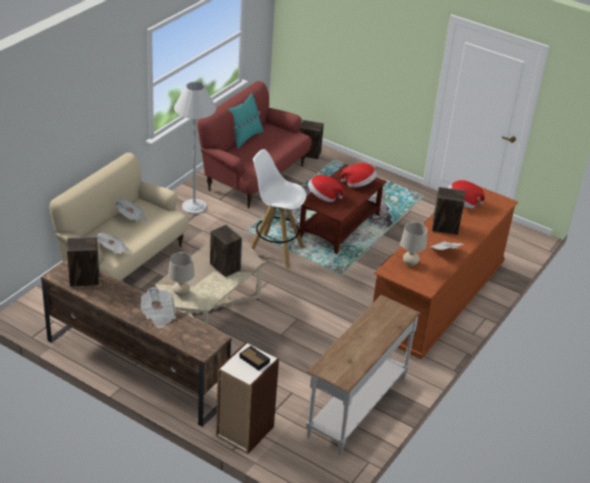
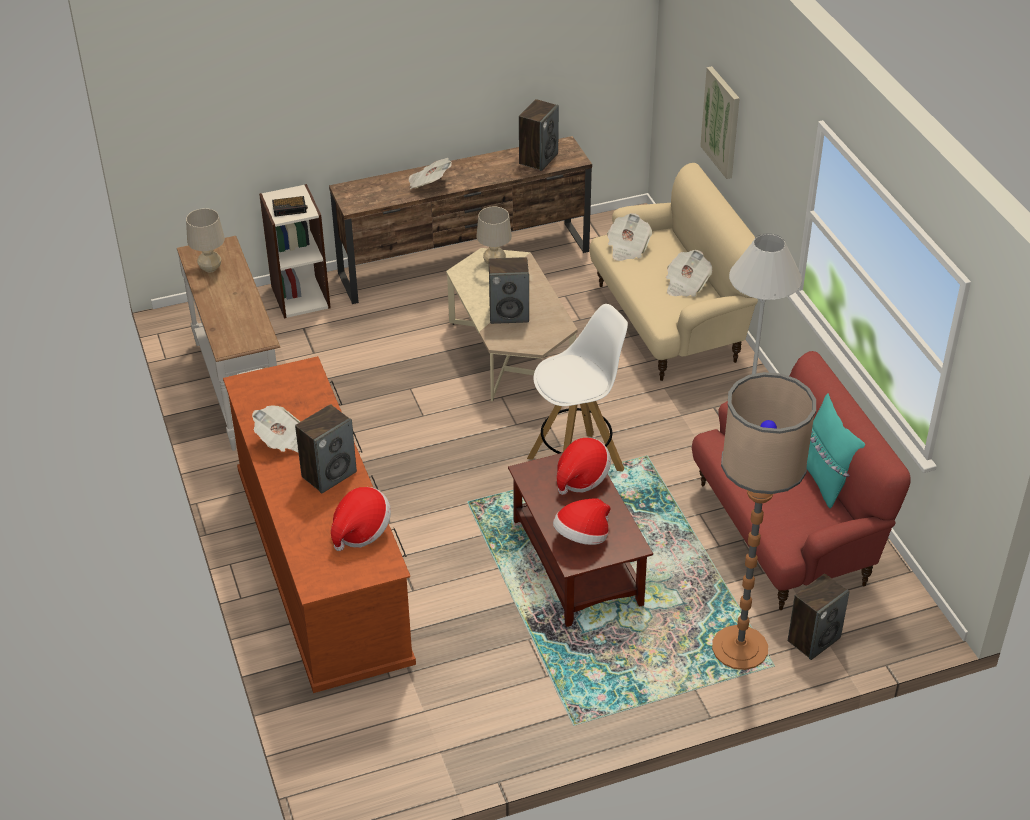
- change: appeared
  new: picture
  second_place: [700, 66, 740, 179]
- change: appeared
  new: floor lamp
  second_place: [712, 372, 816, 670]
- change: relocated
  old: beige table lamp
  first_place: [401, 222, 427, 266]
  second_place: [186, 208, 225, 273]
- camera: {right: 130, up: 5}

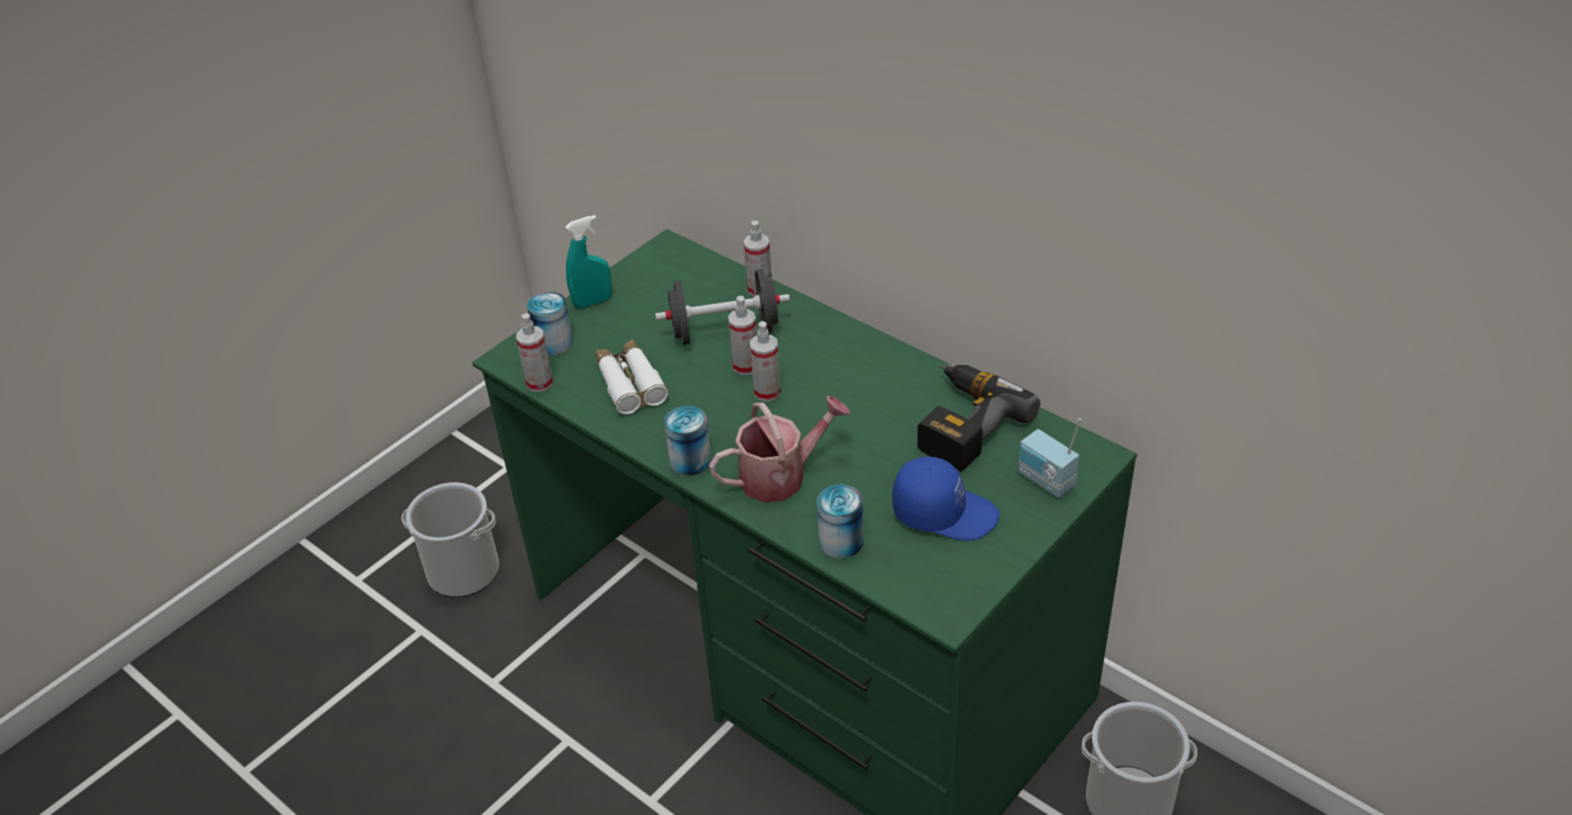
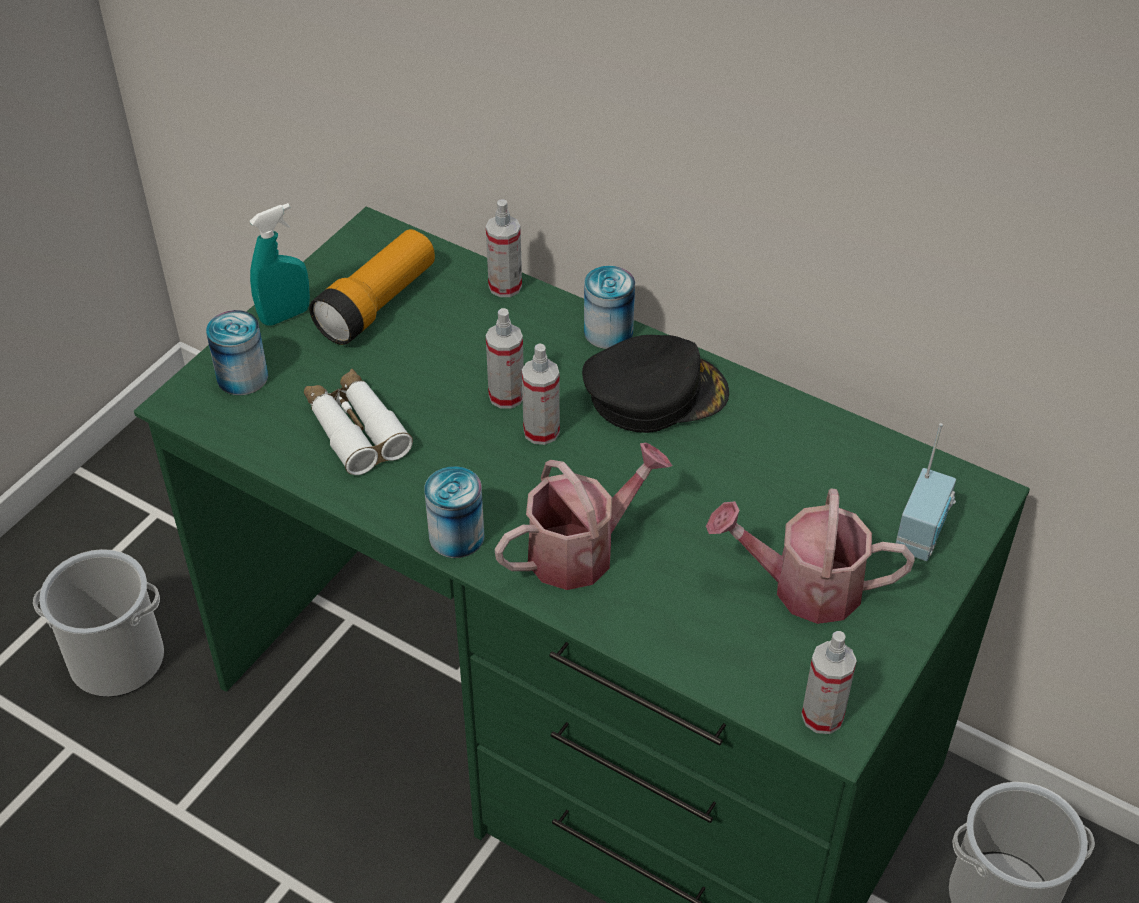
- change: missing
  old: black dumbbell
  first_place: [655, 269, 790, 345]
- change: missing
  old: power drill
  first_place: [917, 365, 1040, 471]
- change: appeared
  new: flashlight
  second_place: [309, 229, 435, 345]
- change: appeared
  new: black cap
  second_place: [582, 335, 729, 433]
- change: relocated
  old: spray bottle
  first_place: [516, 313, 553, 392]
  second_place: [801, 631, 857, 734]
- change: relocated
  old: can
  first_place: [817, 485, 863, 559]
  second_place: [584, 266, 635, 349]
- change: exchanged
  old: blue cap
  new: watering can
  first_place: [892, 456, 999, 541]
  second_place: [706, 488, 914, 624]
- change: spun
  old: radio
  first_place: [1018, 418, 1082, 498]
  second_place: [896, 423, 956, 561]
  degrees: -105
- camera: {right: -10, up: 5}

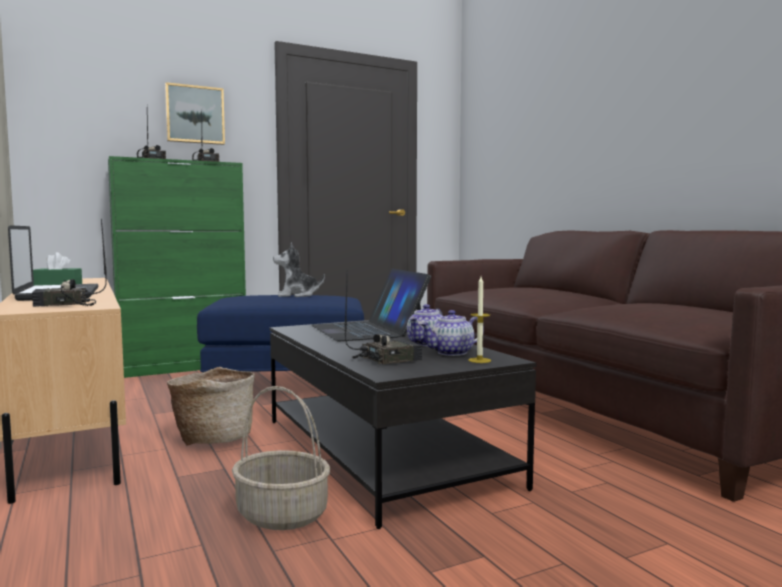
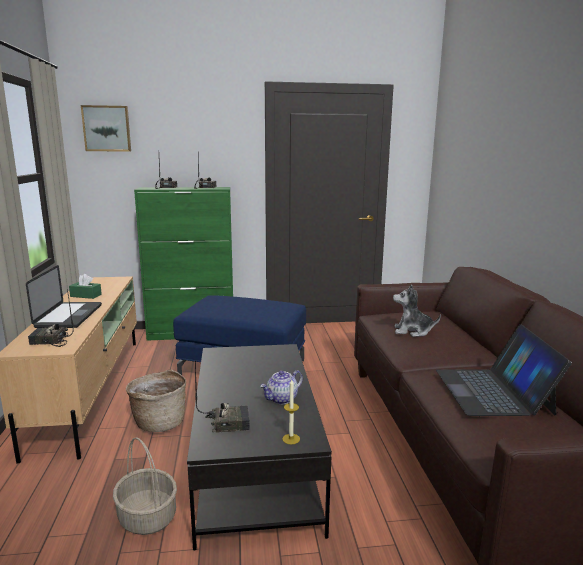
- change: missing
  old: teapot
  first_place: [419, 310, 484, 356]
- change: relocated
  old: picture
  first_place: [165, 82, 225, 145]
  second_place: [81, 105, 131, 152]
- change: relocated
  old: plush toy
  first_place: [273, 243, 325, 297]
  second_place: [393, 285, 441, 337]
- change: relocated
  old: laptop
  first_place: [311, 269, 431, 341]
  second_place: [436, 324, 572, 416]
- camera: {right: 20, up: 10}

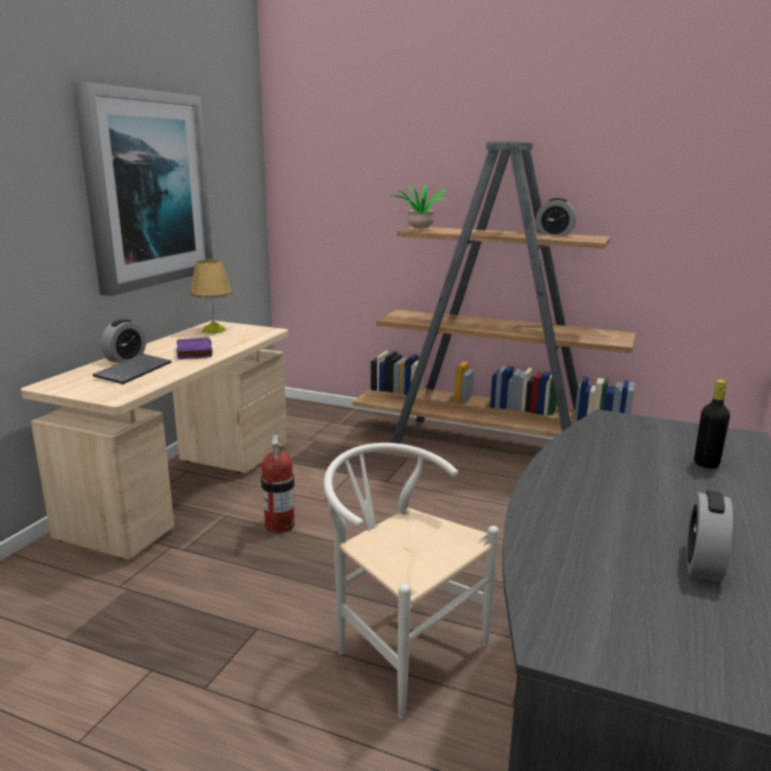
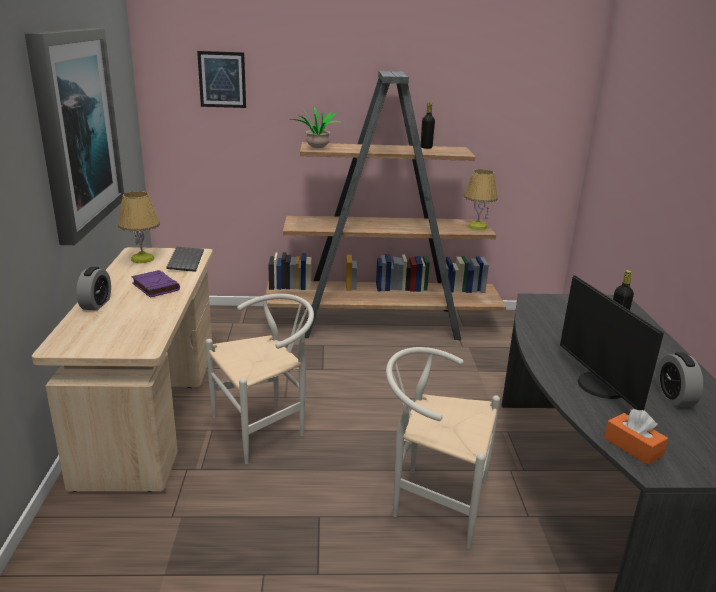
- change: appeared
  new: picture
  second_place: [197, 51, 246, 108]
- change: appeared
  new: table lamp
  second_place: [464, 169, 498, 230]
- change: appeared
  new: monitor
  second_place: [560, 275, 664, 410]
- change: appeared
  new: orange tissue box
  second_place: [604, 409, 669, 465]
- change: relocated
  old: keyboard
  first_place: [93, 354, 171, 384]
  second_place: [166, 247, 204, 272]
- change: exchanged
  old: fire extinguisher
  new: white chair
  first_place: [261, 431, 295, 533]
  second_place: [206, 294, 314, 464]
- change: exchanged
  old: alarm clock
  new: black bottle
  first_place: [536, 198, 576, 236]
  second_place: [421, 103, 435, 149]
- camera: {right: -25, up: 5}

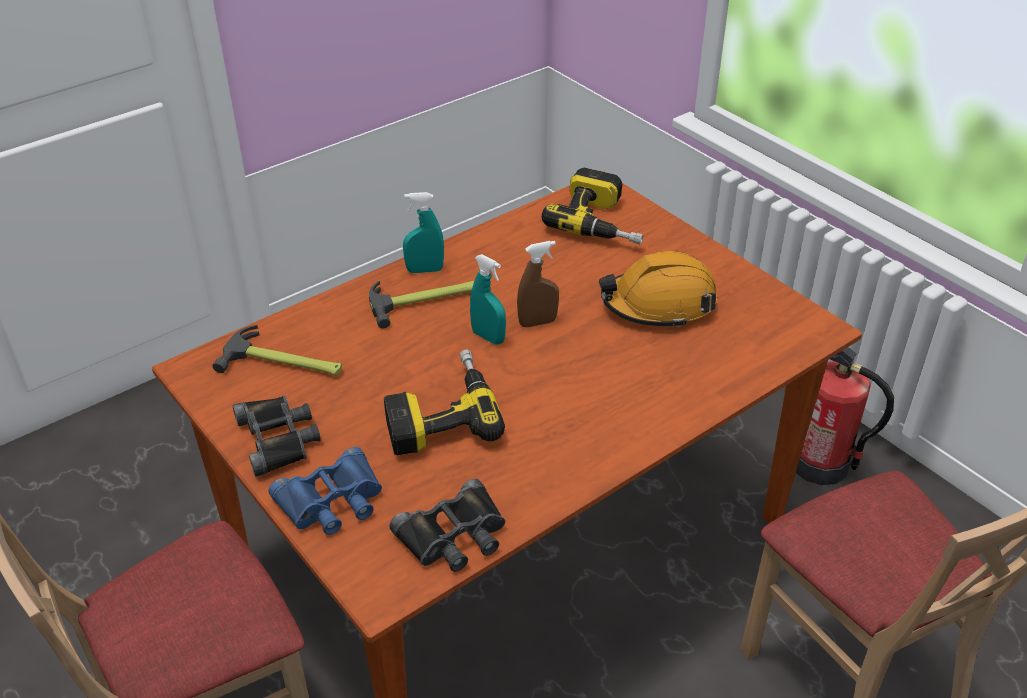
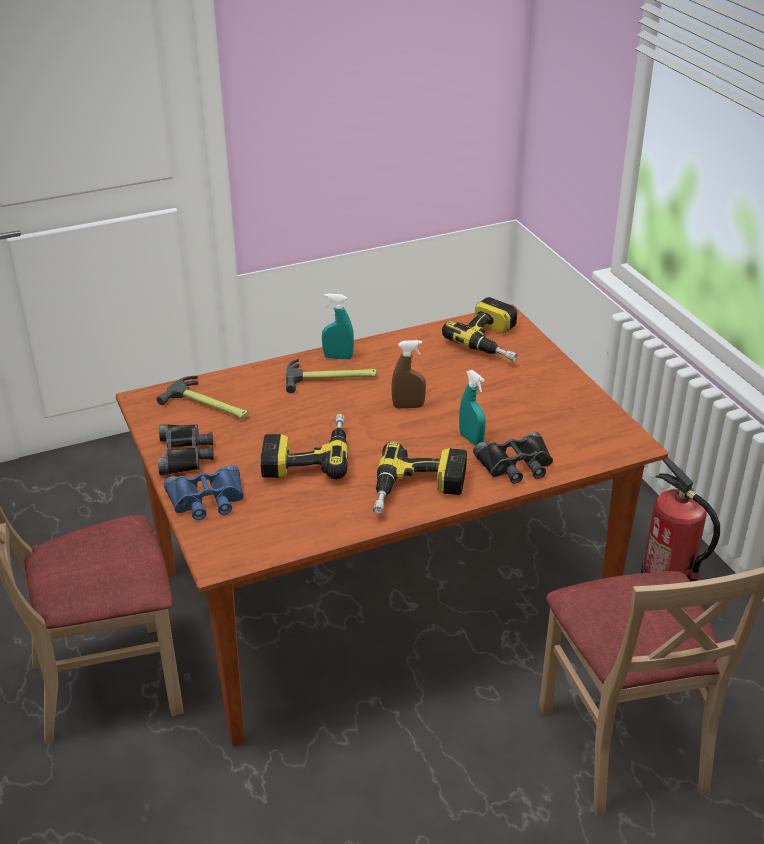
- change: missing
  old: orange hard hat
  first_place: [599, 251, 717, 329]
- change: appeared
  new: power drill
  second_place: [373, 441, 467, 514]
- change: relocated
  old: black binoculars
  first_place: [389, 479, 505, 572]
  second_place: [473, 432, 553, 484]
- change: relocated
  old: turquoise spray bottle
  first_place: [470, 254, 506, 344]
  second_place: [459, 370, 486, 445]
- camera: {right: 15, up: -5}

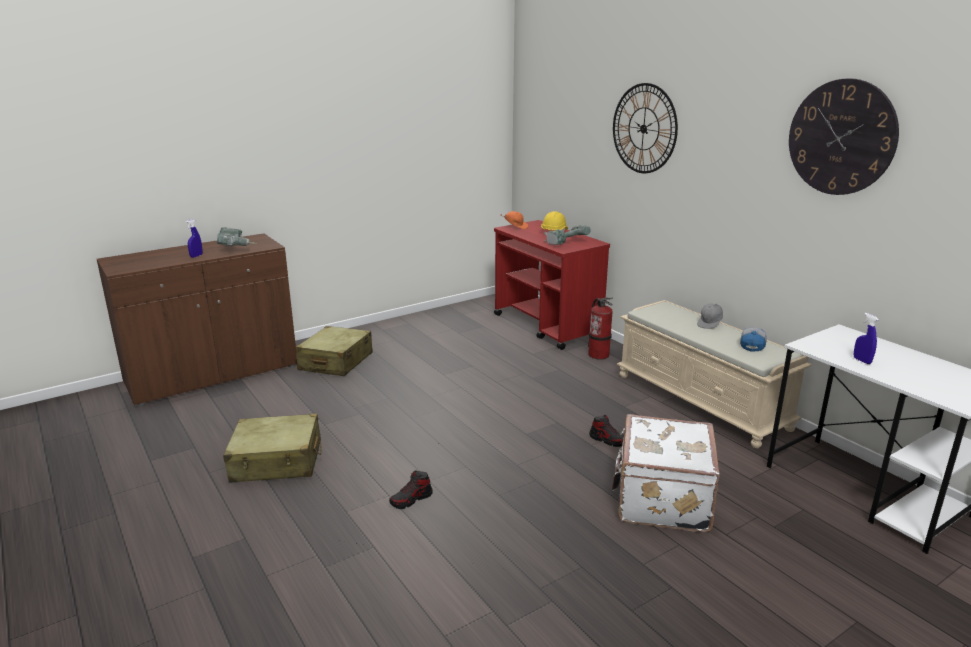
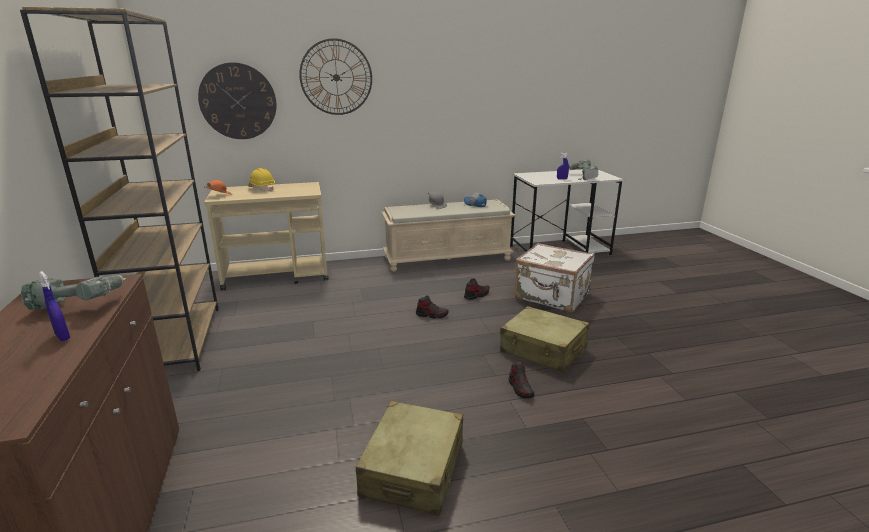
- change: missing
  old: fire extinguisher
  first_place: [588, 297, 613, 360]
- change: appeared
  new: brown bookcase
  second_place: [20, 7, 219, 371]
- change: appeared
  new: shoe
  second_place: [416, 295, 449, 319]
- change: relocated
  old: beige suitcase
  first_place: [295, 326, 373, 376]
  second_place: [500, 306, 589, 373]
- change: relocated
  old: power drill
  first_place: [544, 225, 591, 245]
  second_place: [569, 159, 599, 180]
- change: relocated
  old: wall clock
  first_place: [789, 78, 899, 195]
  second_place: [198, 62, 277, 139]
- change: colour
  old: red cart
  new: beige cart
  first_place: [494, 220, 610, 350]
  second_place: [204, 182, 329, 291]
- camera: {right: -70, up: 0}

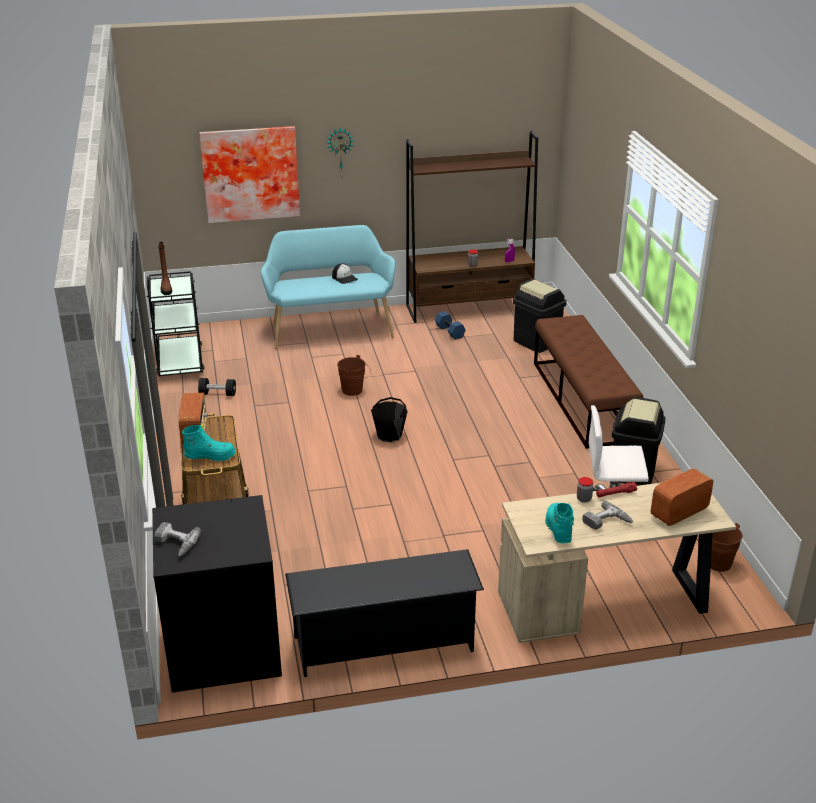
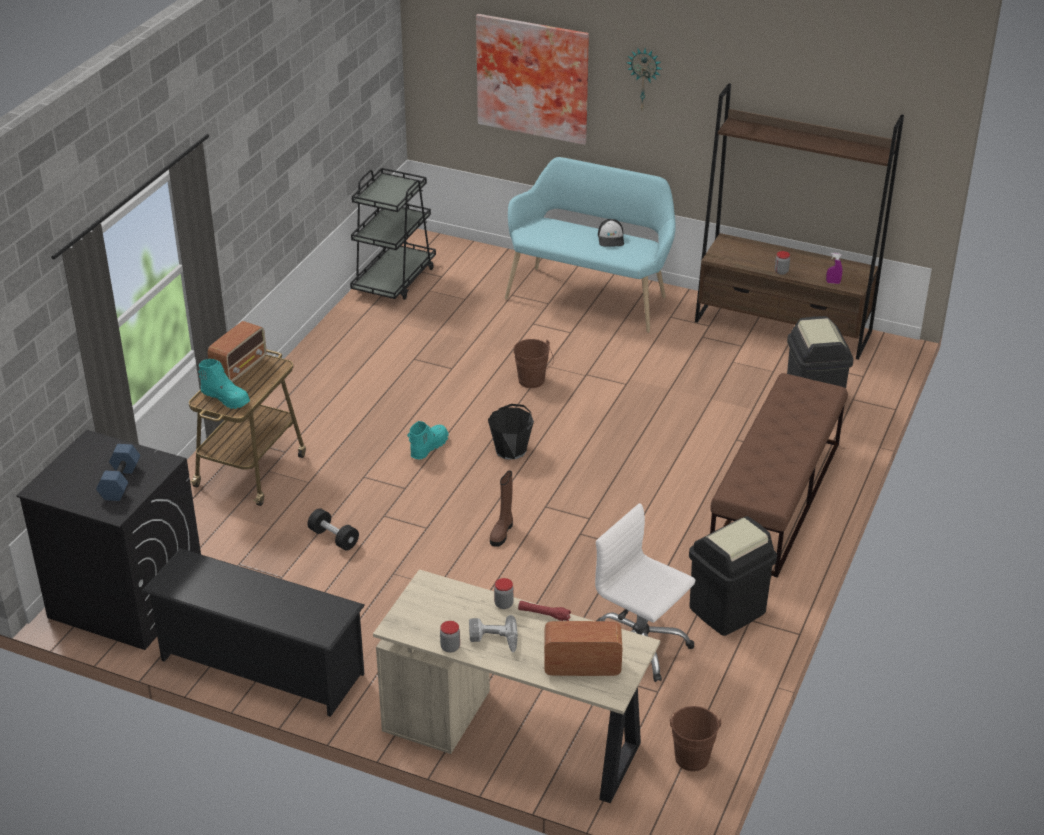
- change: missing
  old: power drill
  first_place: [154, 522, 201, 556]
- change: appeared
  new: jar
  second_place: [440, 621, 460, 653]
- change: relocated
  old: brown boot
  first_place: [158, 242, 172, 295]
  second_place: [490, 471, 513, 547]
- change: relocated
  old: black dumbbell
  first_place: [198, 378, 236, 396]
  second_place: [308, 508, 359, 551]
- change: relocated
  old: blue dumbbell
  first_place: [435, 311, 466, 340]
  second_place: [96, 444, 140, 501]
- change: relocated
  old: turquoise boot
  first_place: [545, 503, 574, 543]
  second_place: [407, 421, 449, 460]
- camera: {right: 35, up: 5}

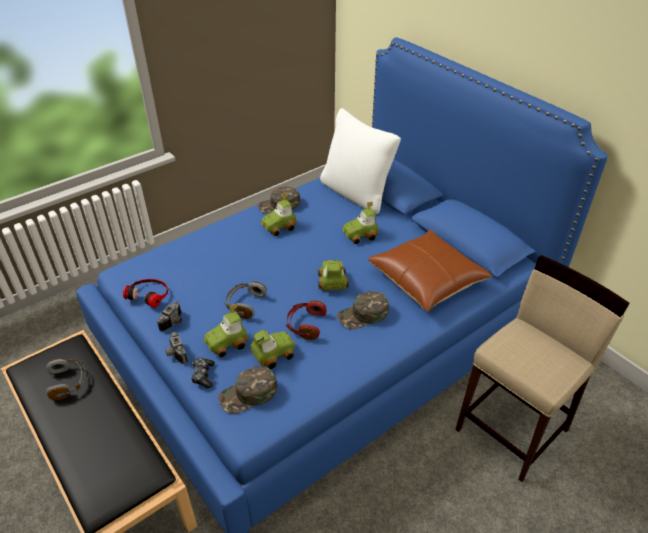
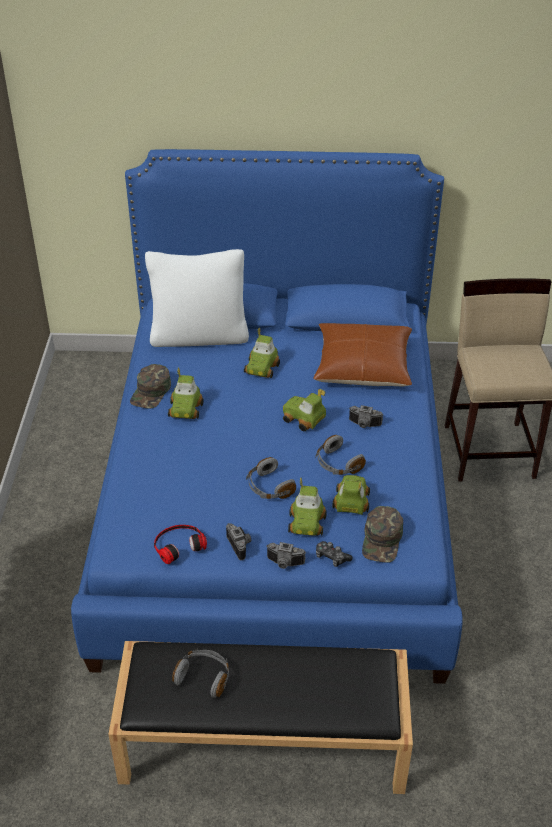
- change: exchanged
  old: green cap
  new: photo camera
  first_place: [337, 291, 389, 330]
  second_place: [349, 405, 383, 428]
- change: colour
  old: red headphones
  new: grey headphones
  first_place: [286, 301, 327, 340]
  second_place: [315, 435, 366, 475]
- camera: {right: -50, up: 0}

